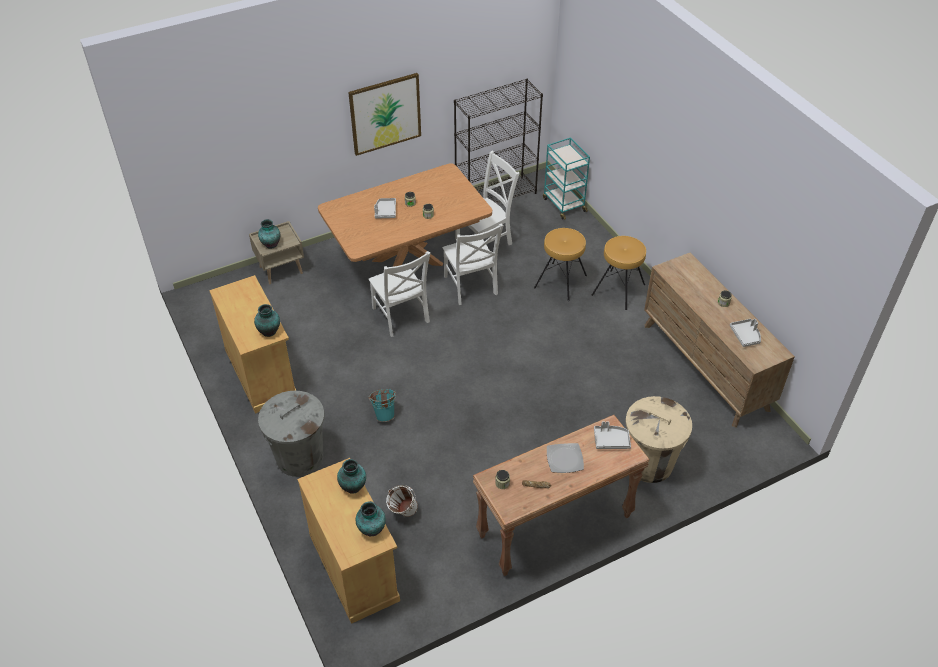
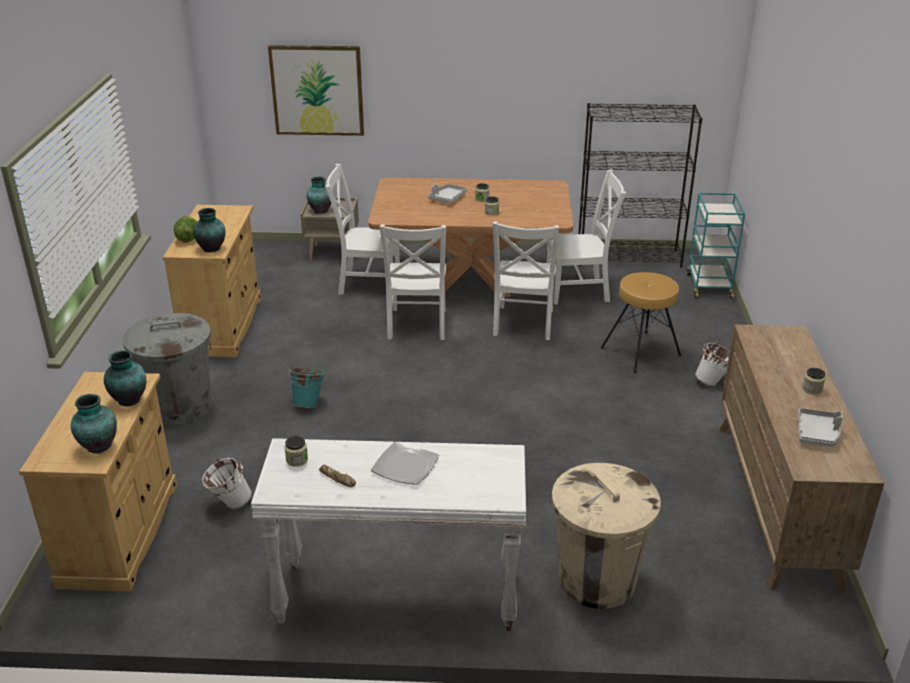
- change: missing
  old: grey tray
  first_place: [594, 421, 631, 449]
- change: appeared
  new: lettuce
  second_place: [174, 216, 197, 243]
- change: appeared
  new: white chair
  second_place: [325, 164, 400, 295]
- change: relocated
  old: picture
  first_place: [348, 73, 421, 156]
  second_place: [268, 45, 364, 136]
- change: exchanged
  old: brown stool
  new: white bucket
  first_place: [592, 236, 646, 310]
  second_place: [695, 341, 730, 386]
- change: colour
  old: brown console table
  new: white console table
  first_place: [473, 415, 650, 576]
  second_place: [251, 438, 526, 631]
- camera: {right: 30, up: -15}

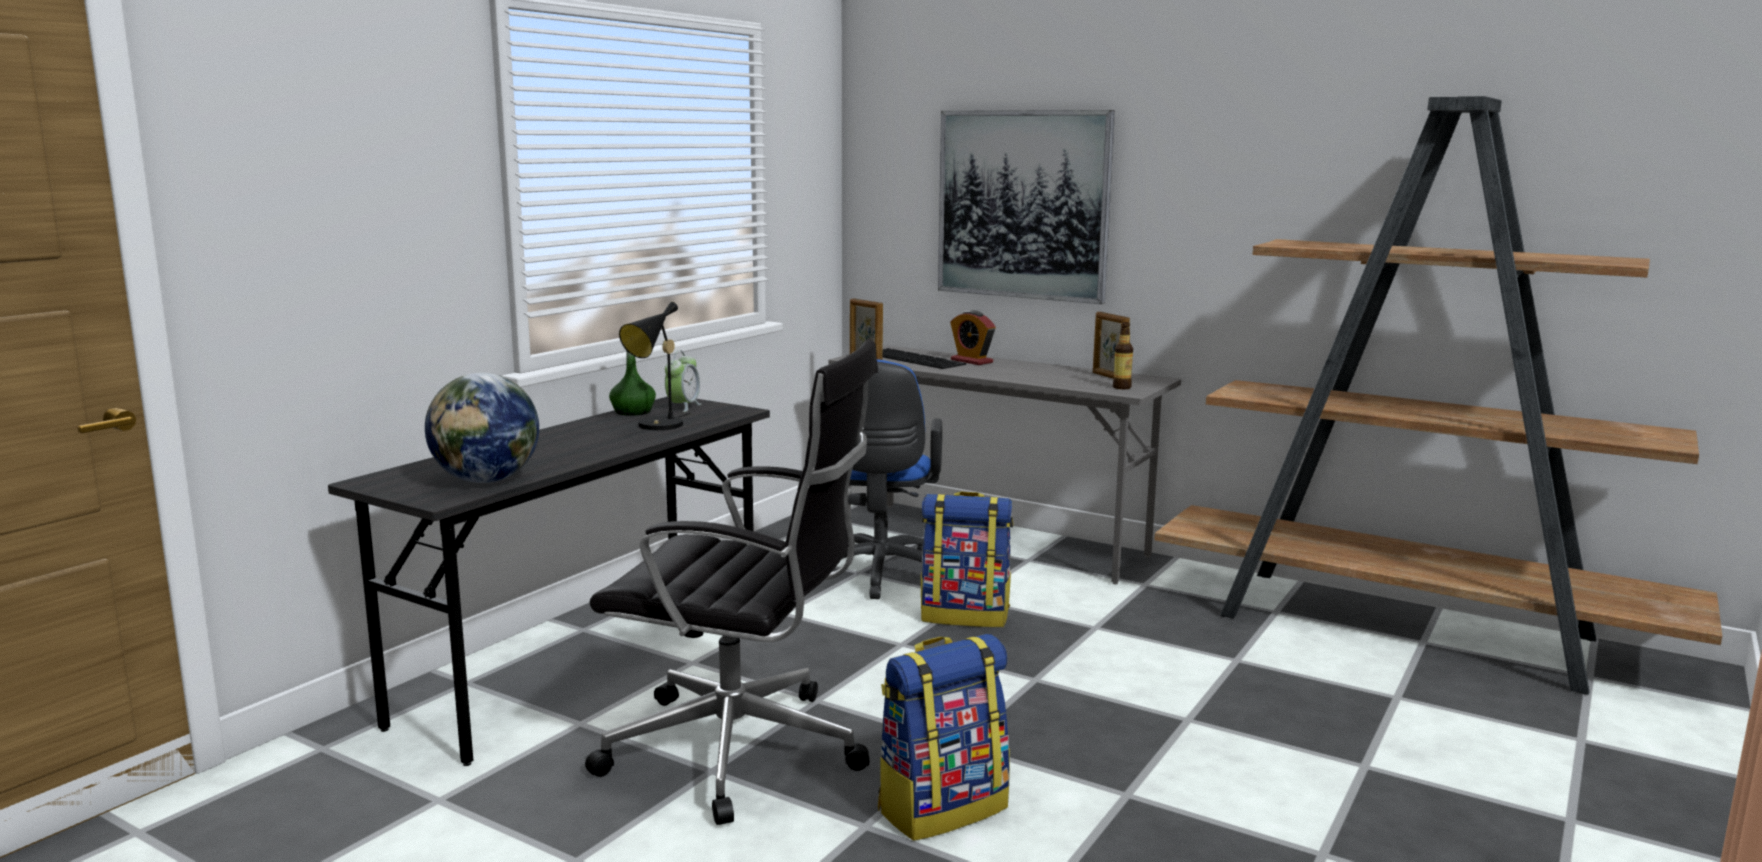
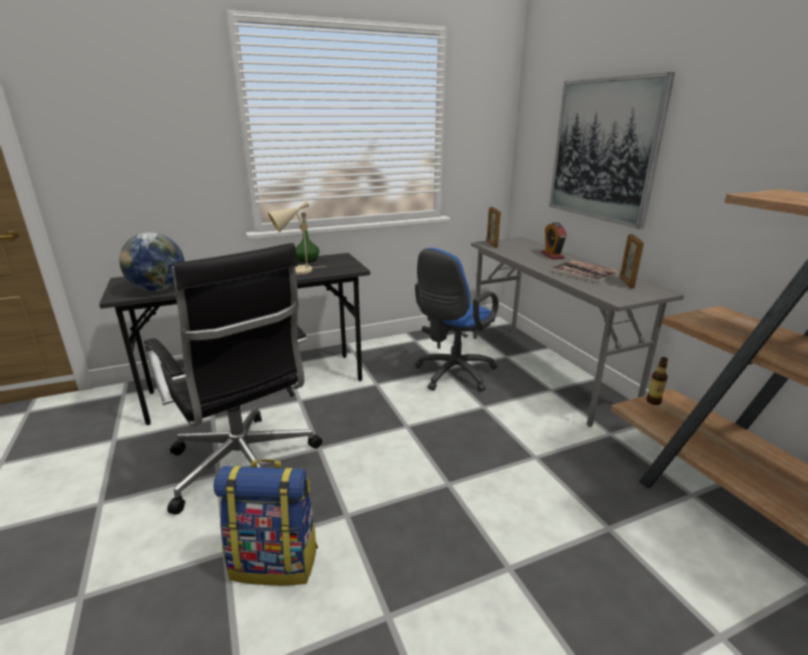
- change: missing
  old: alarm clock
  first_place: [665, 350, 701, 412]
- change: missing
  old: keyboard
  first_place: [882, 348, 966, 369]
- change: missing
  old: backpack
  first_place: [921, 491, 1013, 627]
- change: appeared
  new: book
  second_place: [550, 260, 620, 284]
- change: relocated
  old: bottle
  first_place: [1113, 322, 1133, 389]
  second_place: [646, 357, 668, 405]
- change: colour
  old: black table lamp
  new: beige table lamp
  first_place: [619, 302, 691, 430]
  second_place: [268, 201, 326, 275]
- camera: {right: 35, up: 10}

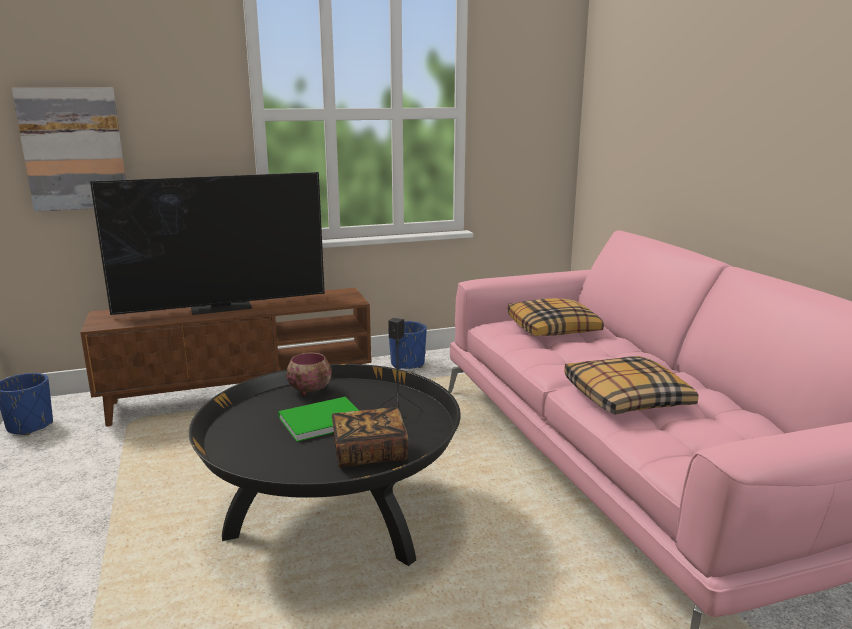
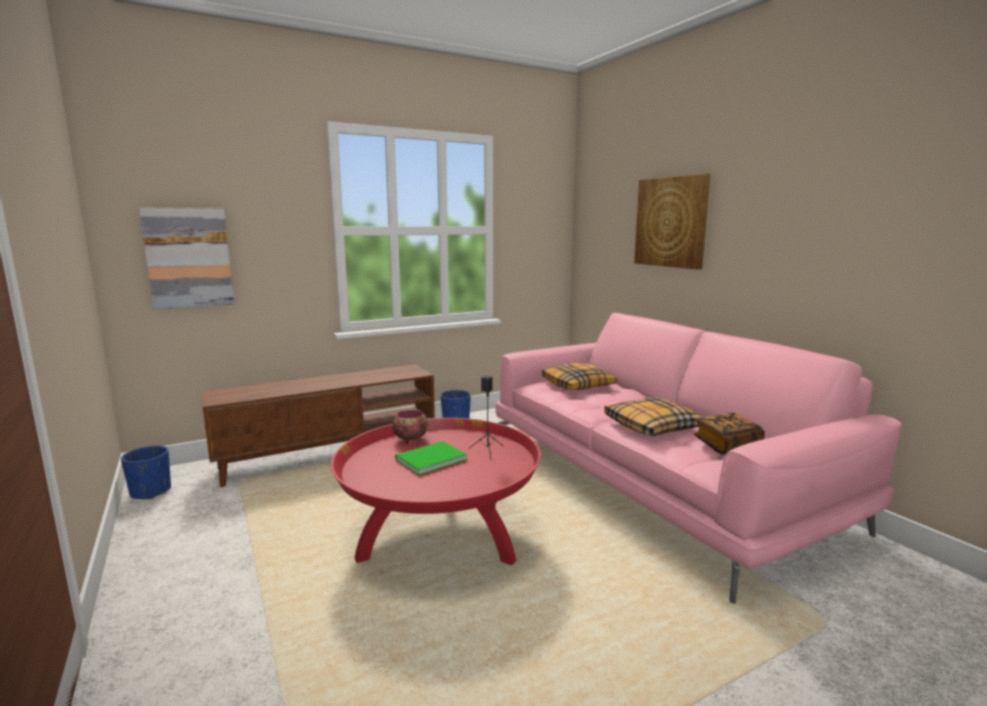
- change: missing
  old: television
  first_place: [90, 172, 325, 315]
- change: appeared
  new: picture
  second_place: [634, 174, 710, 270]
- change: relocated
  old: book
  first_place: [332, 407, 408, 468]
  second_place: [694, 413, 765, 455]
- change: colour
  old: black coffee table
  new: red coffee table
  first_place: [189, 364, 461, 566]
  second_place: [331, 418, 541, 565]
- camera: {right: -10, up: -5}

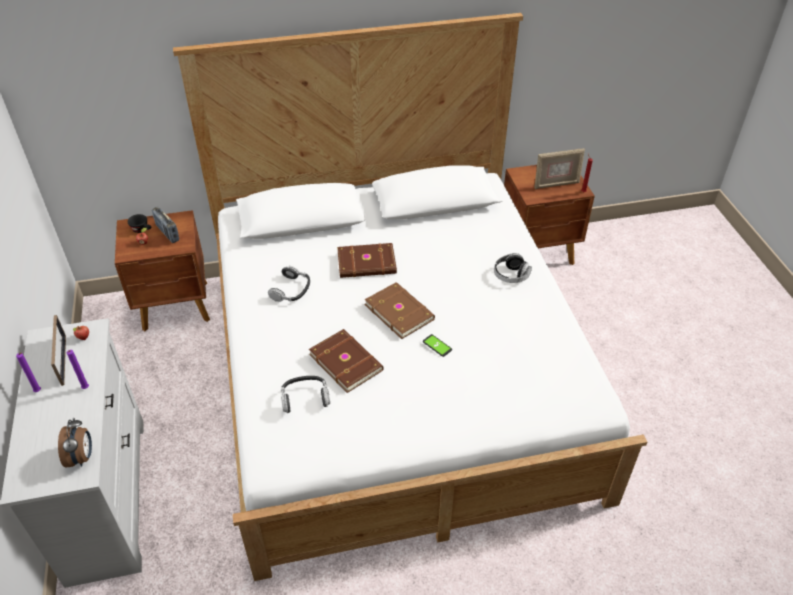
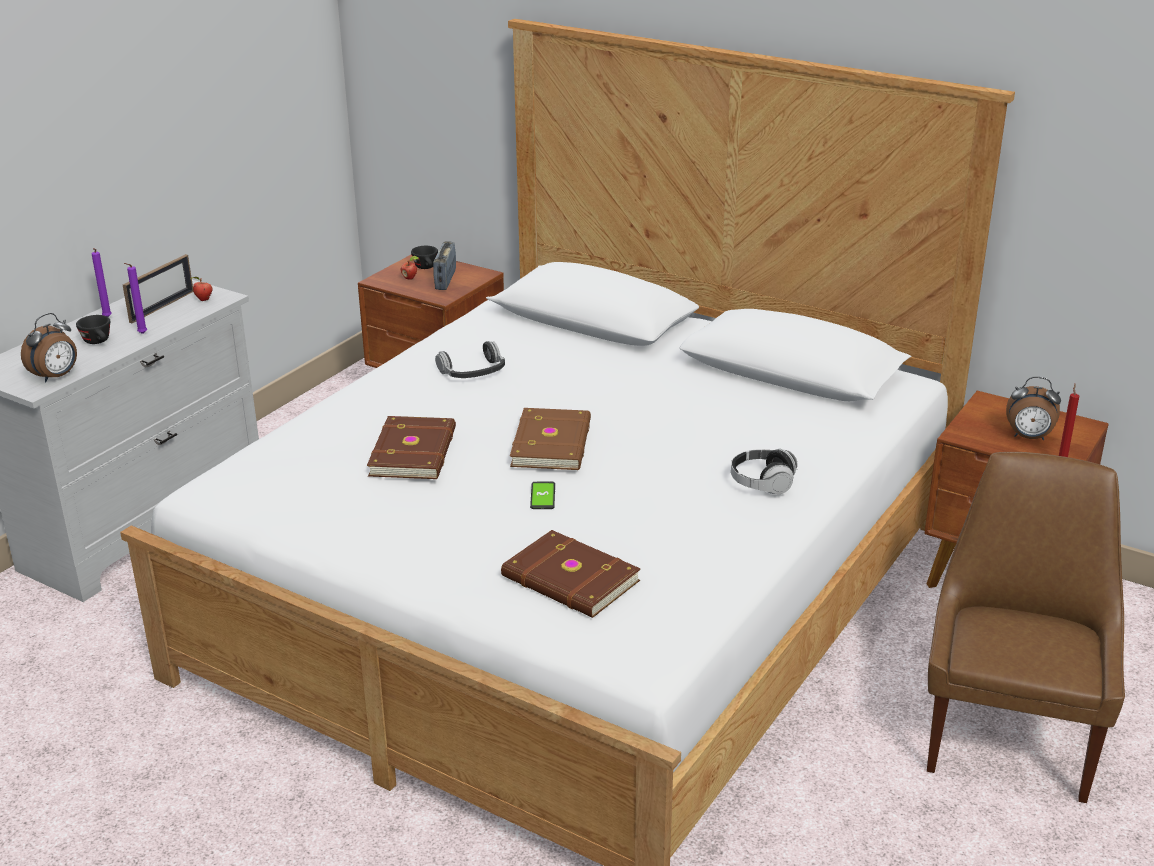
- change: missing
  old: headphones
  first_place: [281, 376, 330, 413]
- change: appeared
  new: black cup
  second_place: [76, 315, 110, 344]
- change: appeared
  new: brown chair
  second_place: [927, 452, 1125, 803]
- change: relocated
  old: brown book
  first_place: [337, 243, 397, 278]
  second_place: [501, 530, 641, 618]
- change: exchanged
  old: picture frame
  new: alarm clock
  first_place: [535, 148, 585, 189]
  second_place: [1006, 377, 1061, 440]
- camera: {right: 45, up: -15}

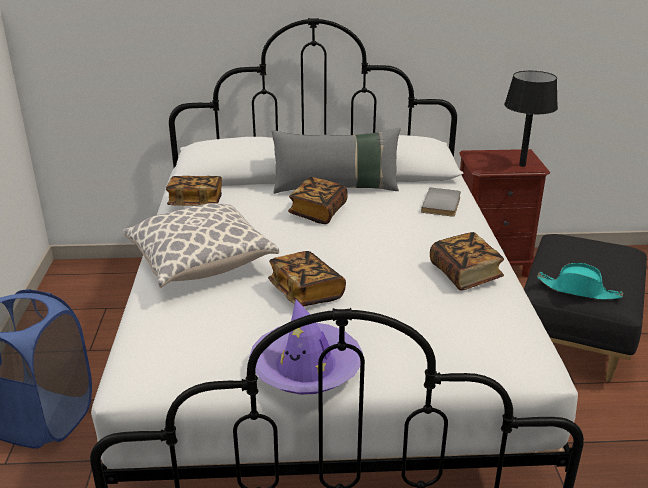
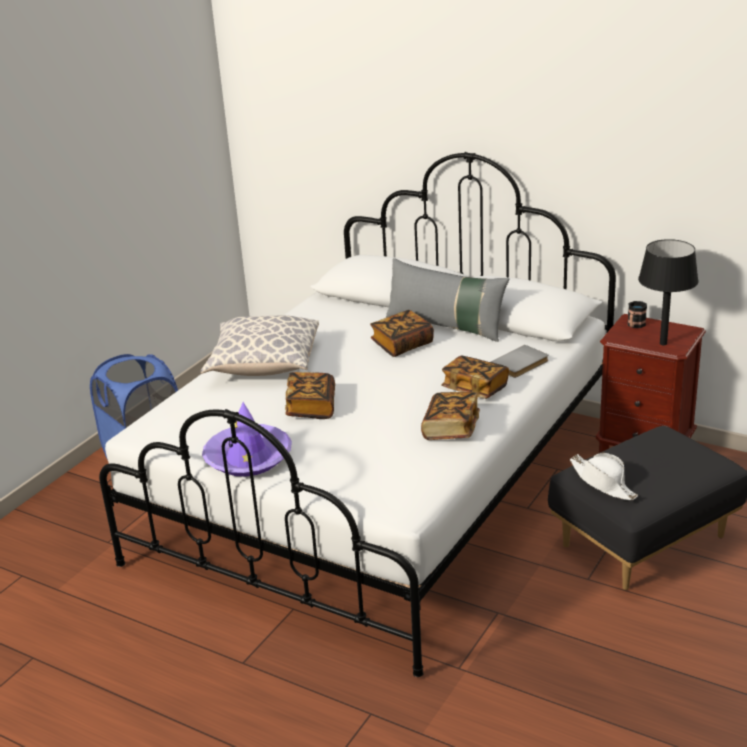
- change: appeared
  new: mug
  second_place: [627, 301, 647, 328]
- change: relocated
  old: book
  first_place: [166, 176, 222, 206]
  second_place: [441, 356, 509, 399]
- change: colour
  old: turquoise hat
  new: white hat
  first_place: [537, 263, 623, 300]
  second_place: [570, 453, 638, 500]
- camera: {right: 35, up: 0}

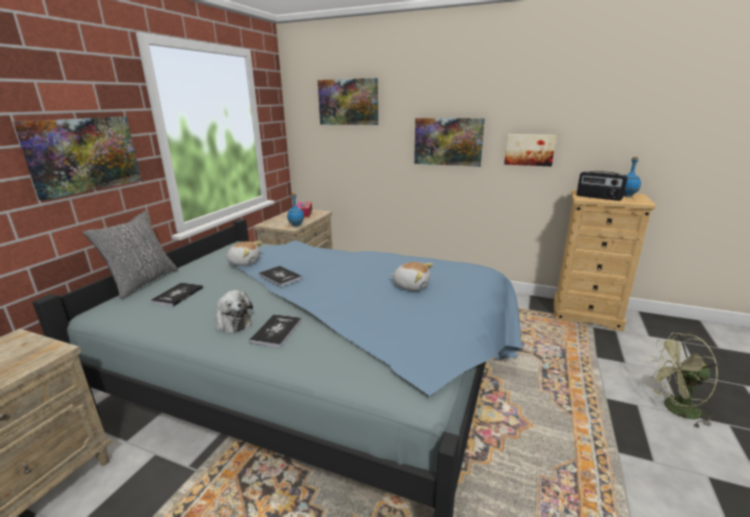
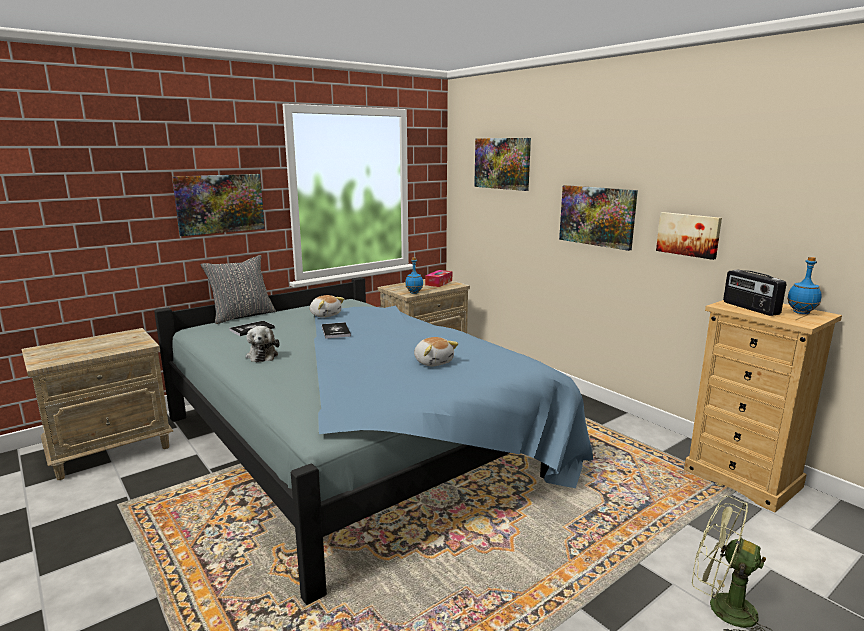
- change: missing
  old: book
  first_place: [249, 314, 302, 348]
- camera: {right: 30, up: -5}

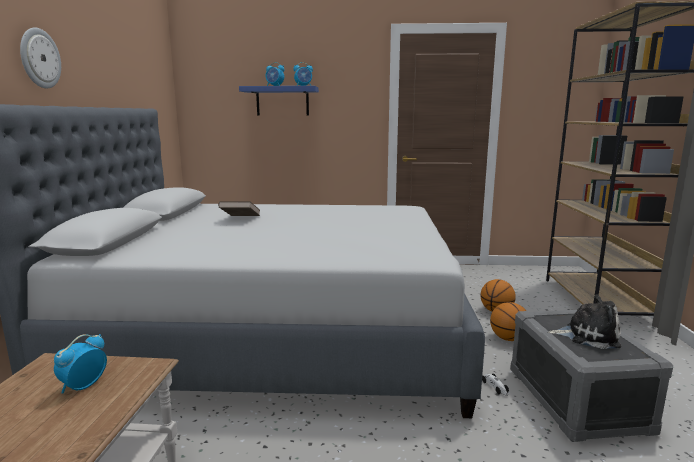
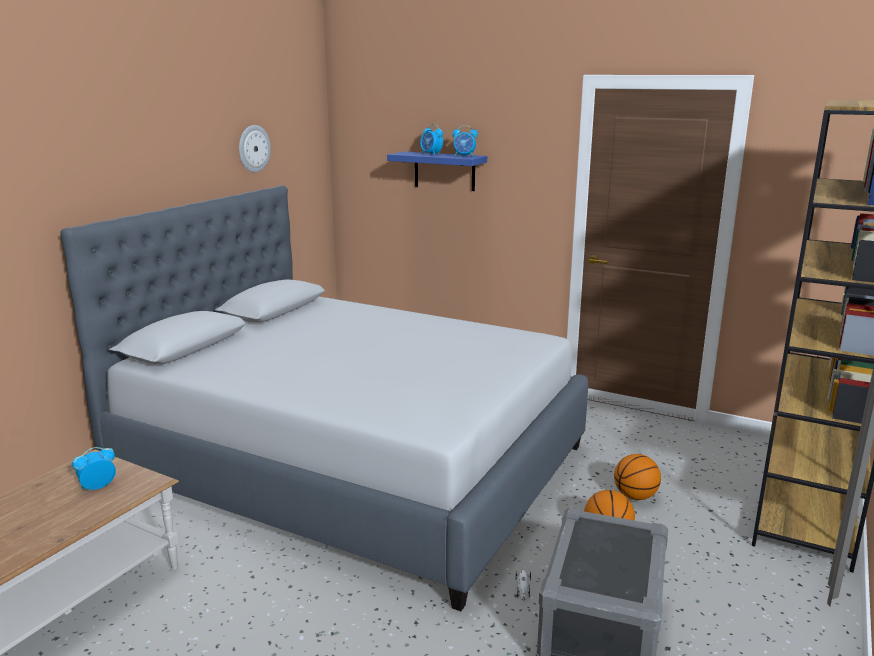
- change: missing
  old: brown book
  first_place: [218, 201, 260, 216]
- change: missing
  old: plush toy
  first_place: [548, 294, 621, 349]
- change: relocated
  old: wall clock
  first_place: [20, 28, 61, 89]
  second_place: [239, 125, 271, 173]
- camera: {right: 25, up: 5}

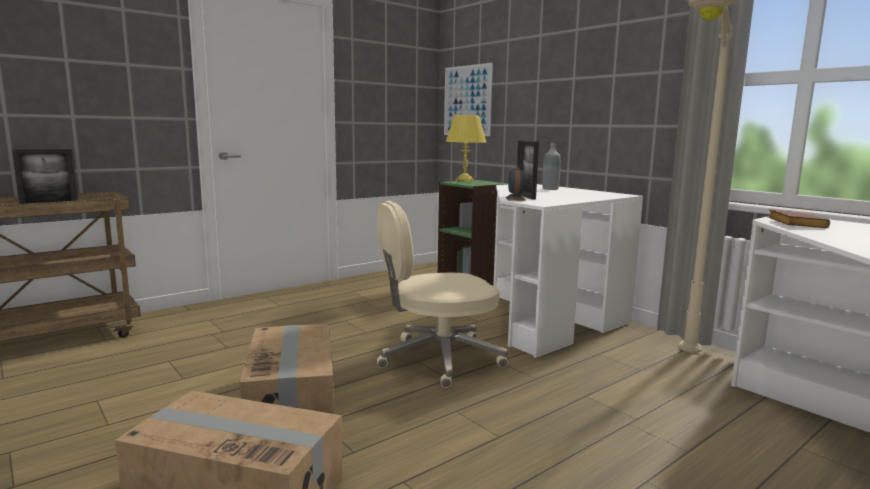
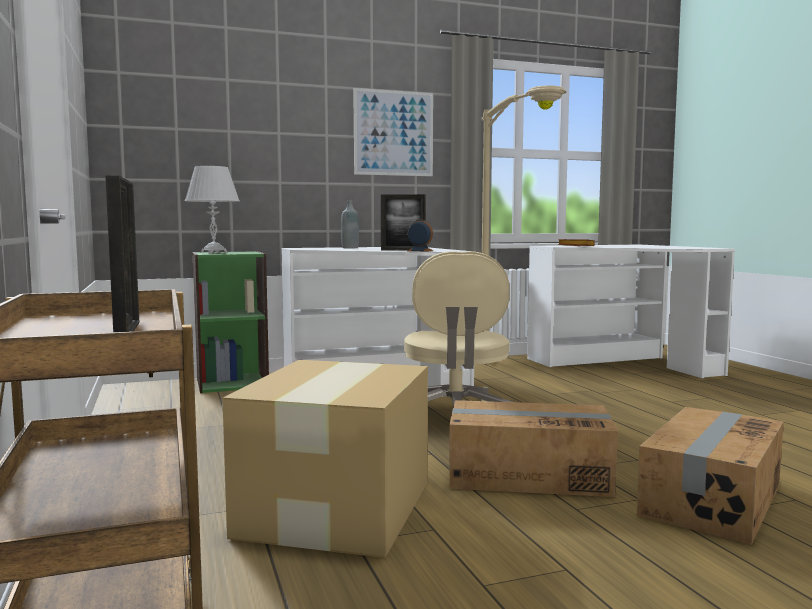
- change: appeared
  new: cardboard box
  second_place: [222, 360, 428, 558]
- change: relocated
  old: picture
  first_place: [444, 63, 493, 136]
  second_place: [353, 88, 433, 176]
- change: colour
  old: yellow table lamp
  new: white table lamp
  first_place: [445, 115, 486, 183]
  second_place: [185, 166, 240, 254]
- camera: {right: -70, up: -5}

